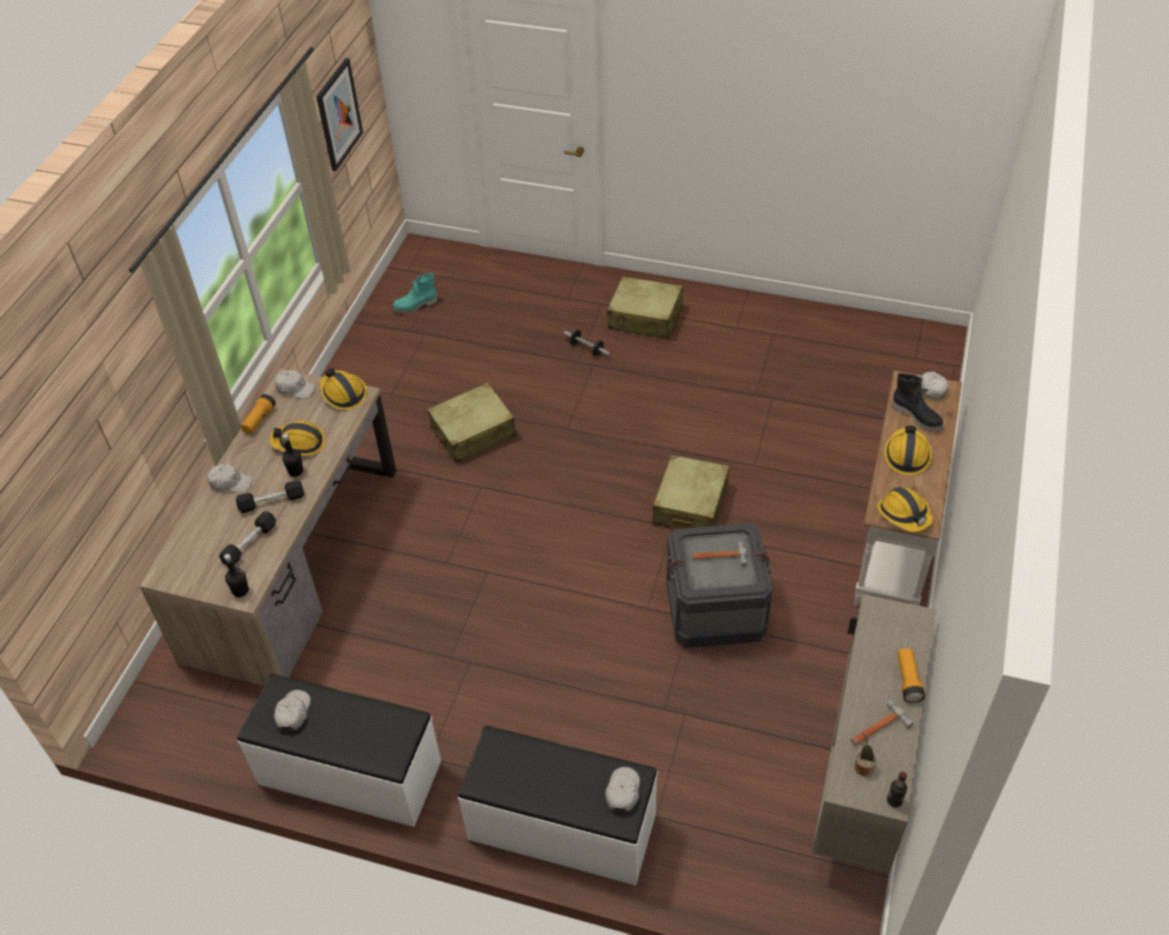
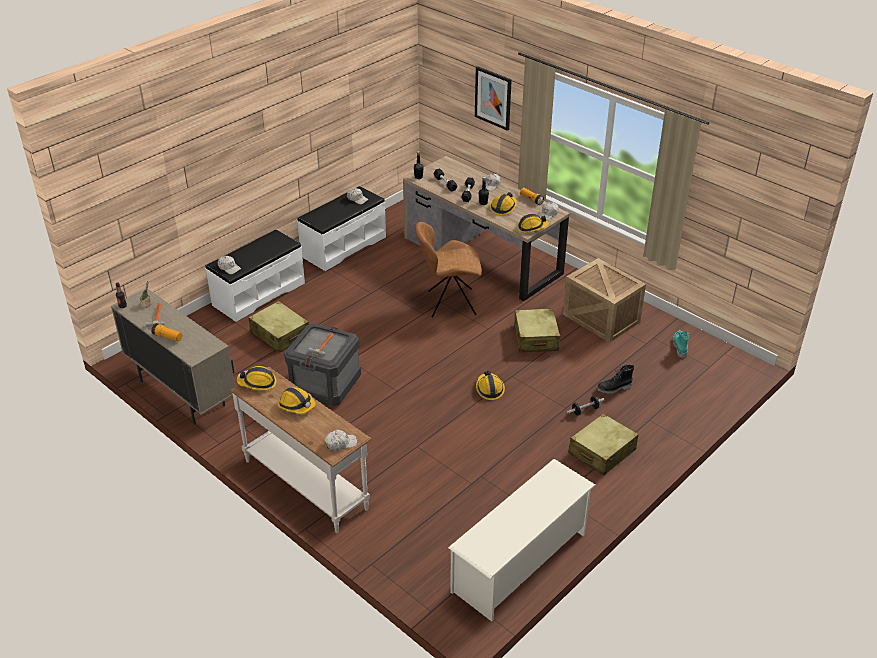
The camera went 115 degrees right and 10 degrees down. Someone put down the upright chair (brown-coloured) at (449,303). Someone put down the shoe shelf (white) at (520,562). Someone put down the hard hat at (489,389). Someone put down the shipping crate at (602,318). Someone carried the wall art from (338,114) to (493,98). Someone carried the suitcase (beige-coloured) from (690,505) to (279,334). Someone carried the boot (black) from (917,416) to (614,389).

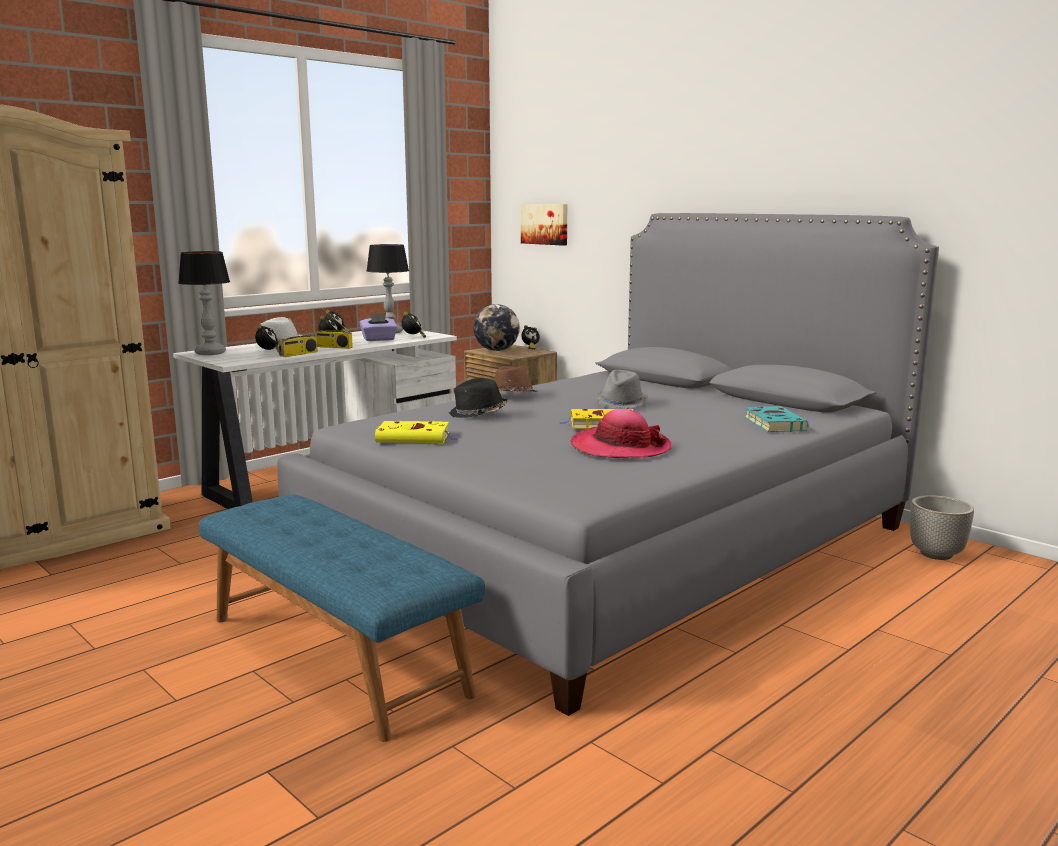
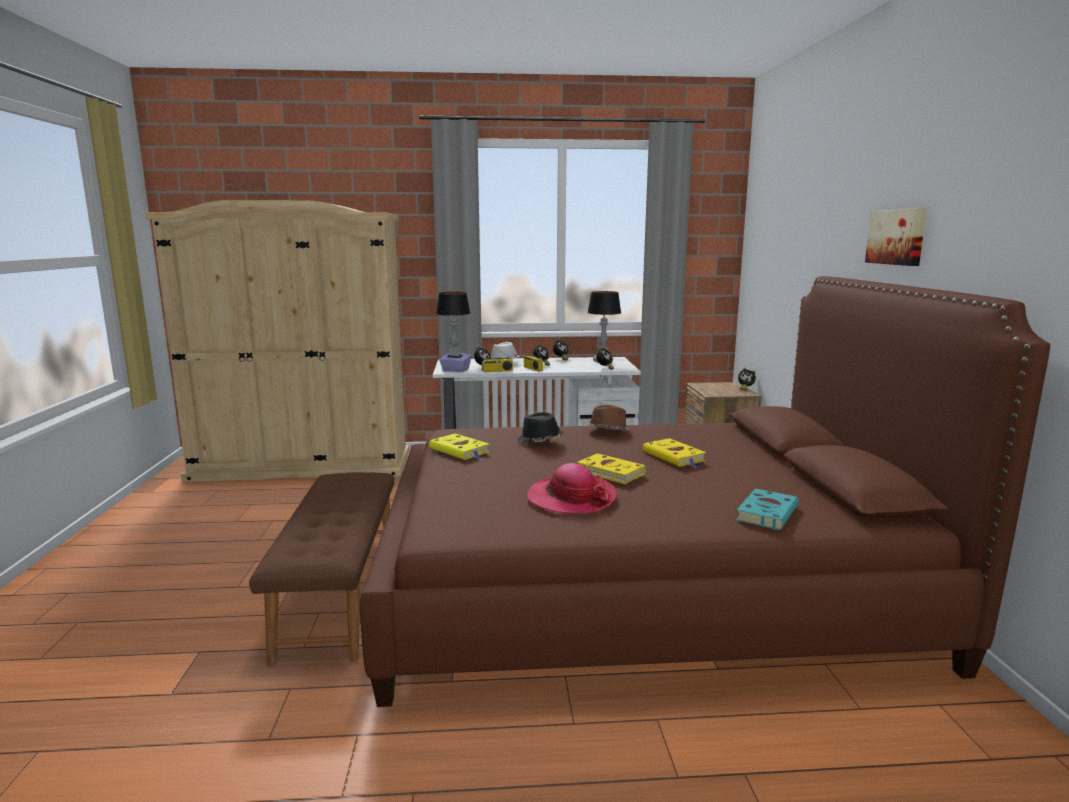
The camera went 40 degrees right and 0 degrees up. Someone took away the desk globe at (496,350). Someone took away the plant pot at (937,554). Someone carried the box of tissues (purple-coloured) from (379,339) to (455,370). Someone carried the wall art from (545,224) to (897,237). Someone swapped the clothing hat (gray) at (621,403) for the volume (yellow) at (675,457). Someone repainted the bench (blue-coloured) at (337,654), which became the bench (brown-coloured) at (341,593). Someone repainted the bedroom bed (gray) at (612,543), which became the bedroom bed (brown-coloured) at (640,582).

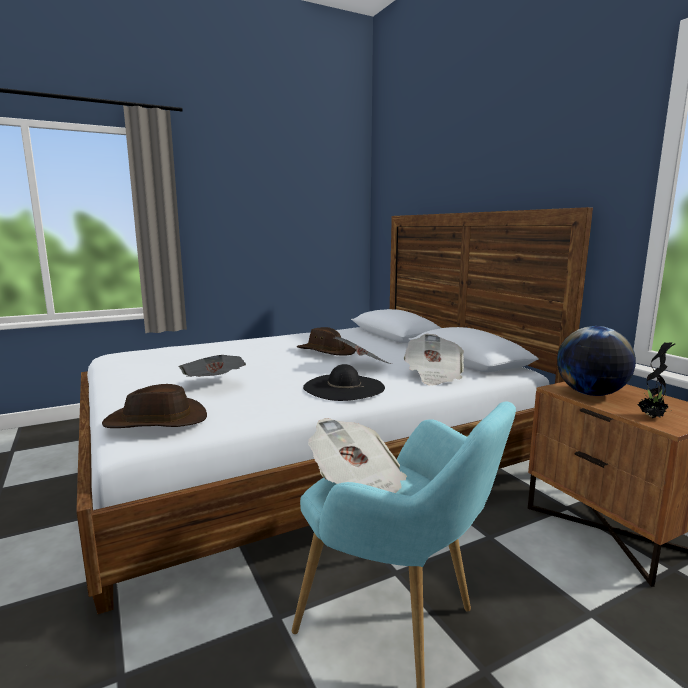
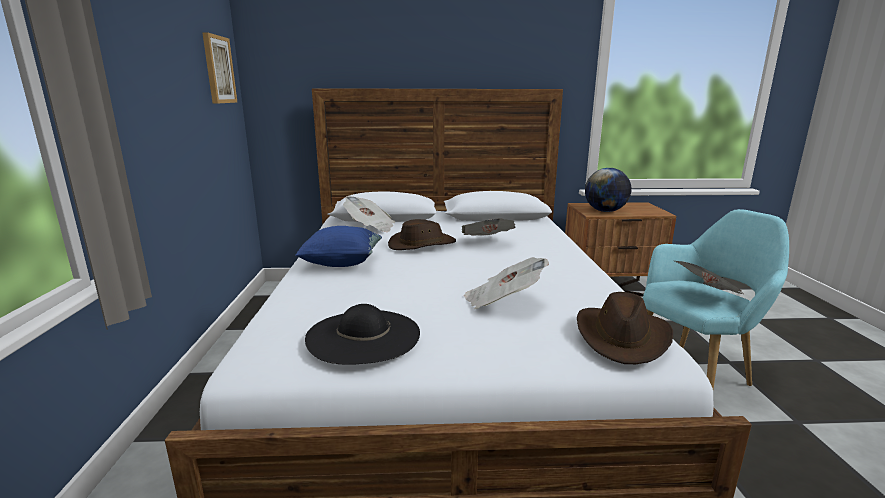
The camera went 65 degrees left and 5 degrees up. Someone took away the plant in a pot at (652,417). Someone put up the wall art at (218,69). Someone put down the throw pillow (blue-coloured) at (342,263). Someone carried the clothing hat (black) from (343,387) to (363,335). Someone carried the daily paper from (433,376) to (370,227).

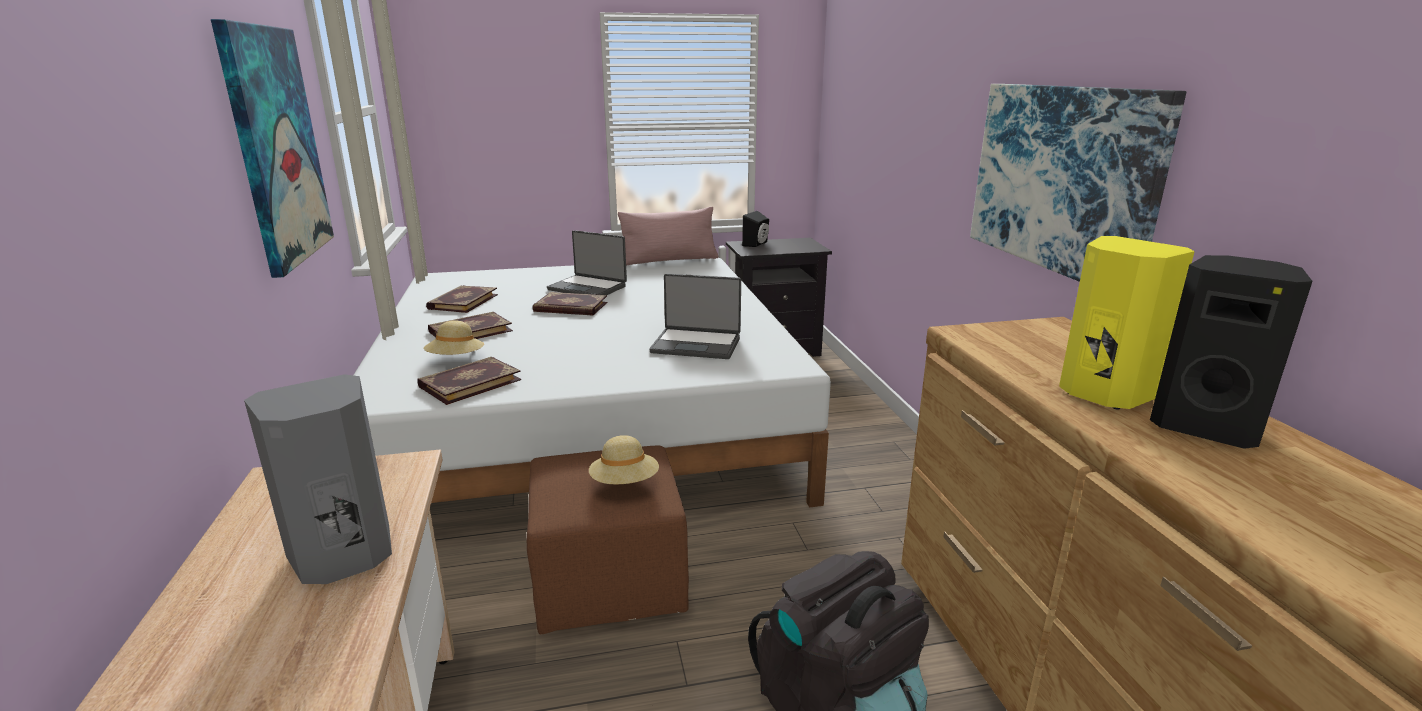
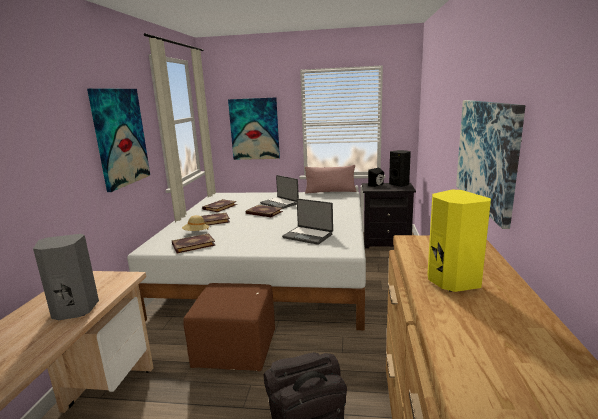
The camera went 20 degrees right and 5 degrees down. Someone took away the clothing hat (beige-coloured) at (625,483). Someone put up the wall art at (254,129). Someone carried the audio speaker (black) from (1204,427) to (399,185).

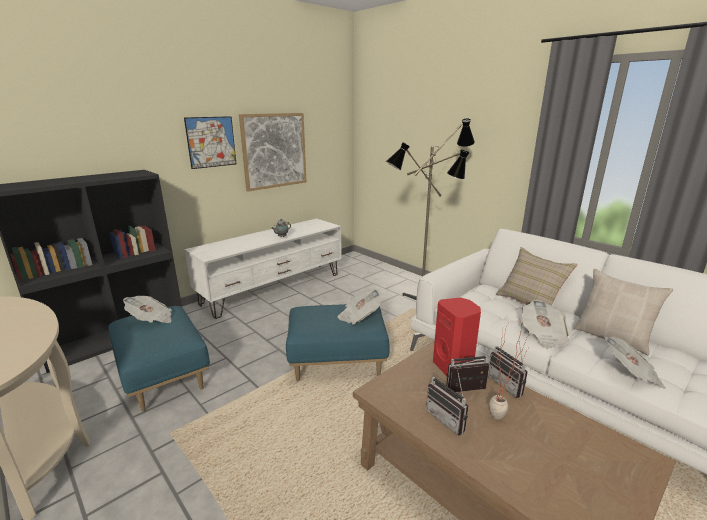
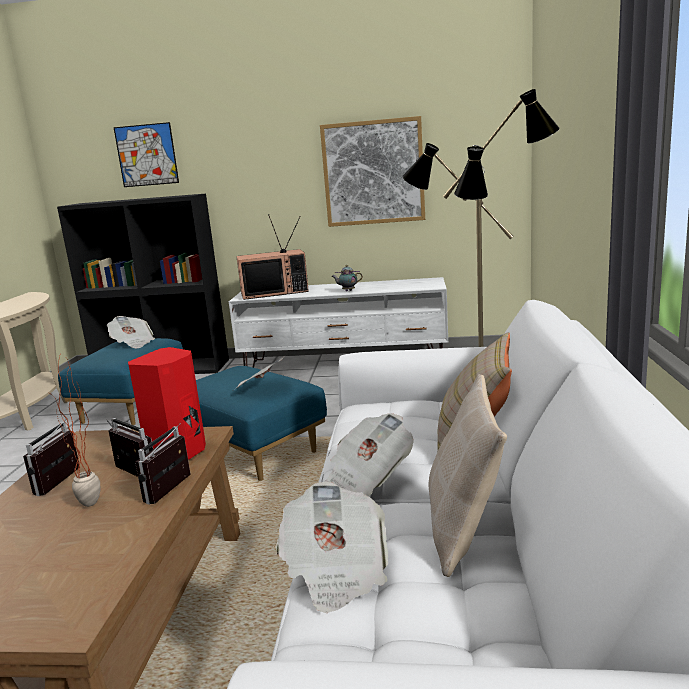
The camera went 50 degrees right and 5 degrees down. Someone put down the television at (275,292). Someone carried the wall art from (211,142) to (146,155).

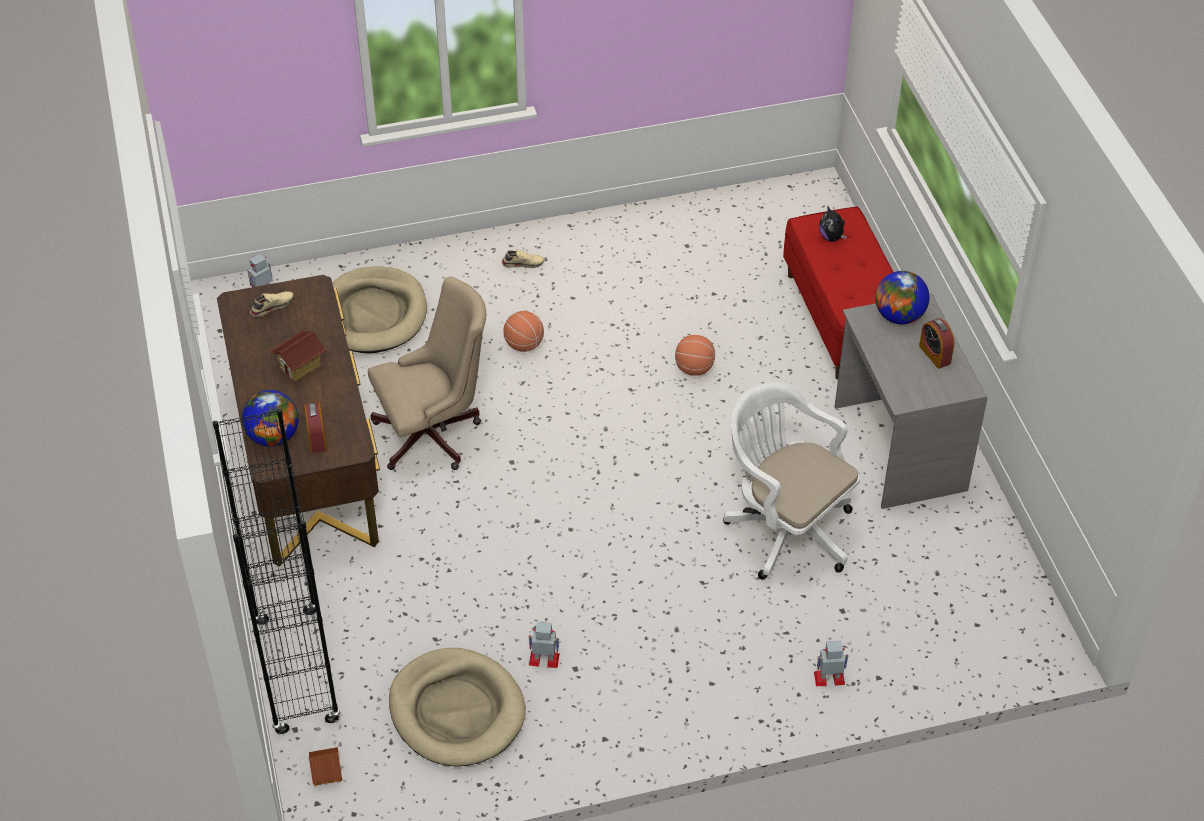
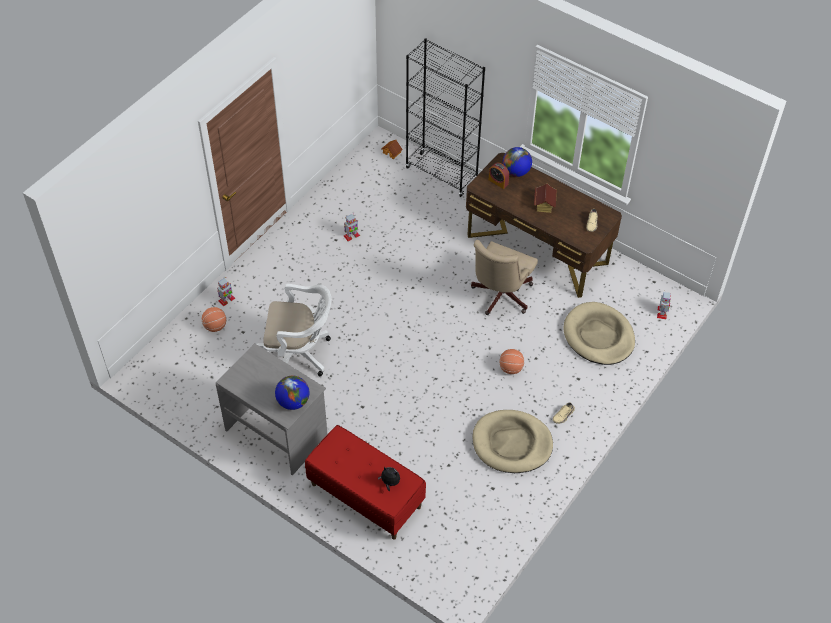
The camera went 140 degrees right and 5 degrees up. Someone took away the alarm clock at (934,354). Someone carried the dog bed (beige-coloured) from (457,711) to (512,443). Someone carried the ball for basketball from (694,368) to (215,326).

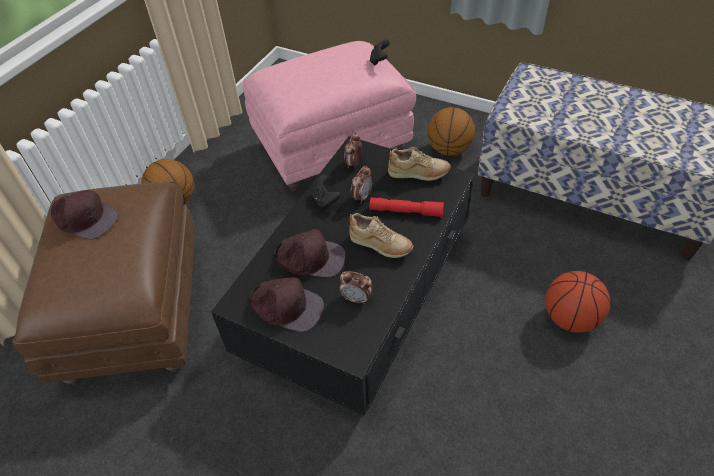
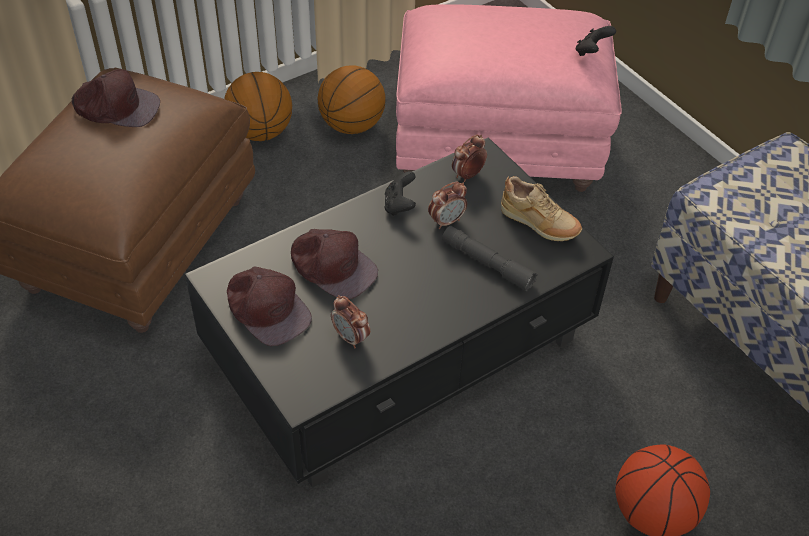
The camera went 25 degrees right and 0 degrees up. Someone took away the shoe (beige-coloured) at (380,246). Someone carried the ball for basketball from (449,149) to (352,125). Someone repainted the flashlight (red) at (406,211), which became the flashlight (gray) at (487,264). Someone rotated the peaked cap (brown-coloured) at (85,218) by 45 degrees counterclockwise.

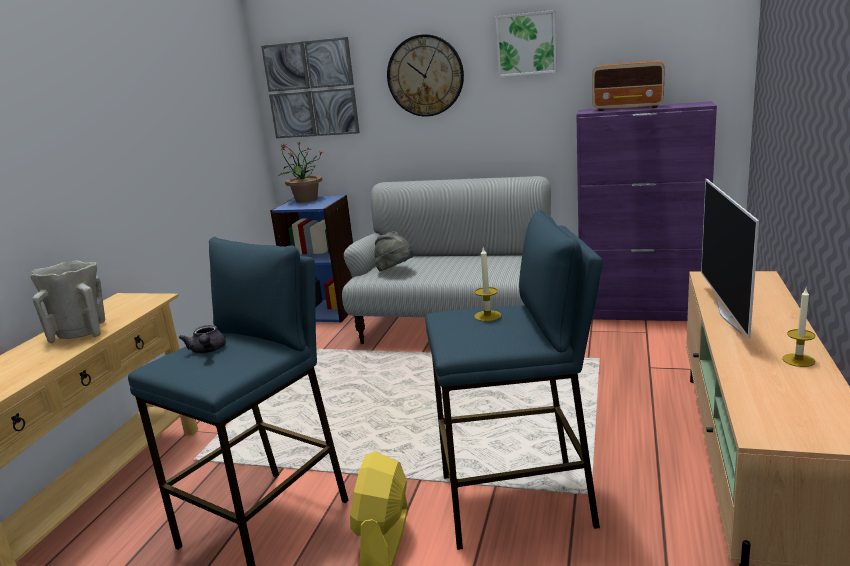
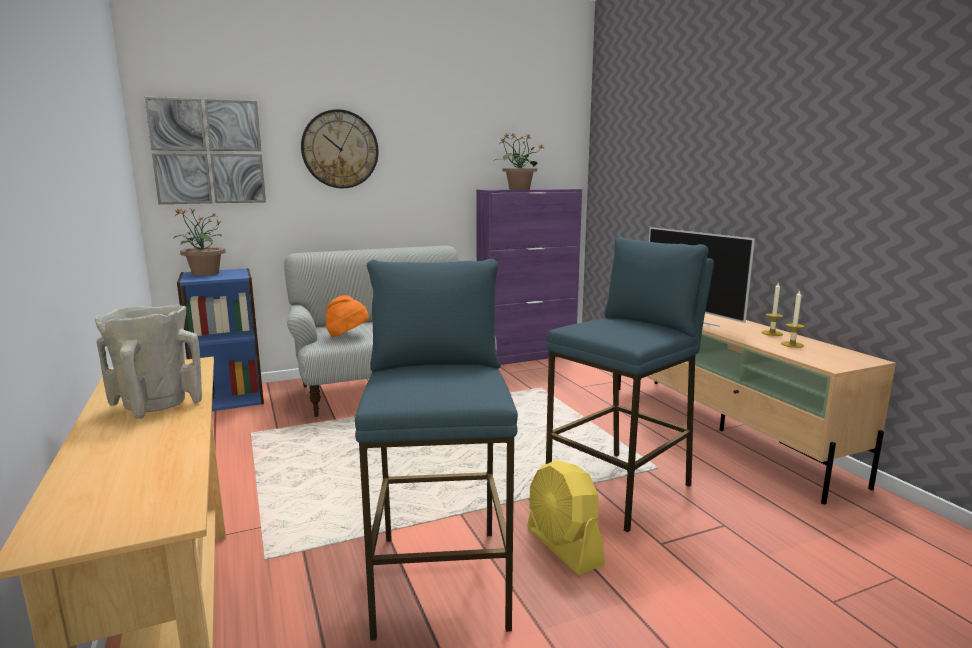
The camera went 40 degrees left and 5 degrees down. Someone took away the teapot (gray) at (207,351). Someone took away the wall art at (526,44). Someone carried the candle from (487,316) to (792,344). Someone swapped the radio at (628,108) for the plant in a pot at (518,189). Someone repainted the clothing hat (gray) at (395,271), which became the clothing hat (orange) at (347,336).

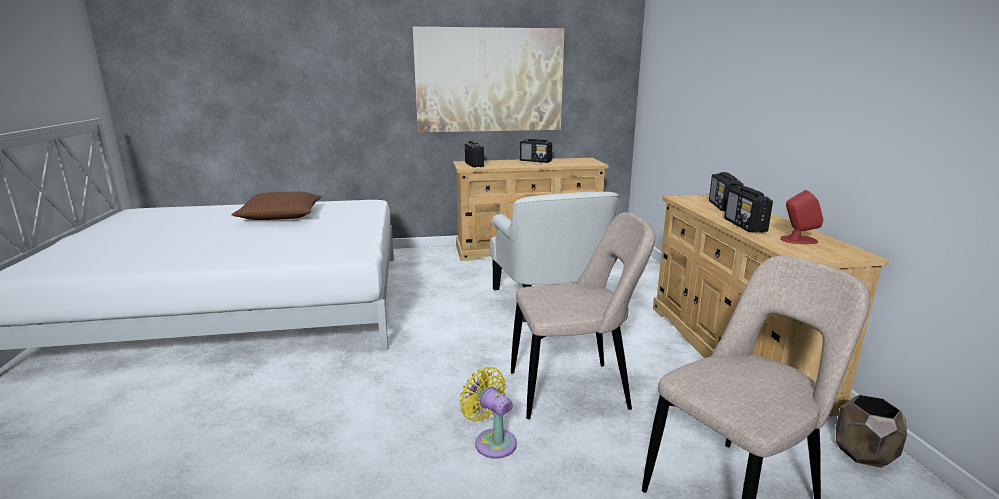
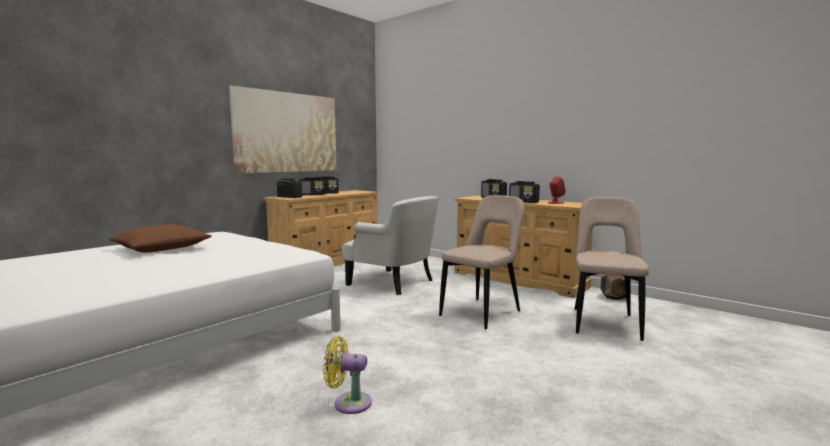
The camera went 40 degrees left and 10 degrees down. Someone put down the radio at (312,194). Someone carried the electric fan (yellow) from (492,441) to (348,403).

